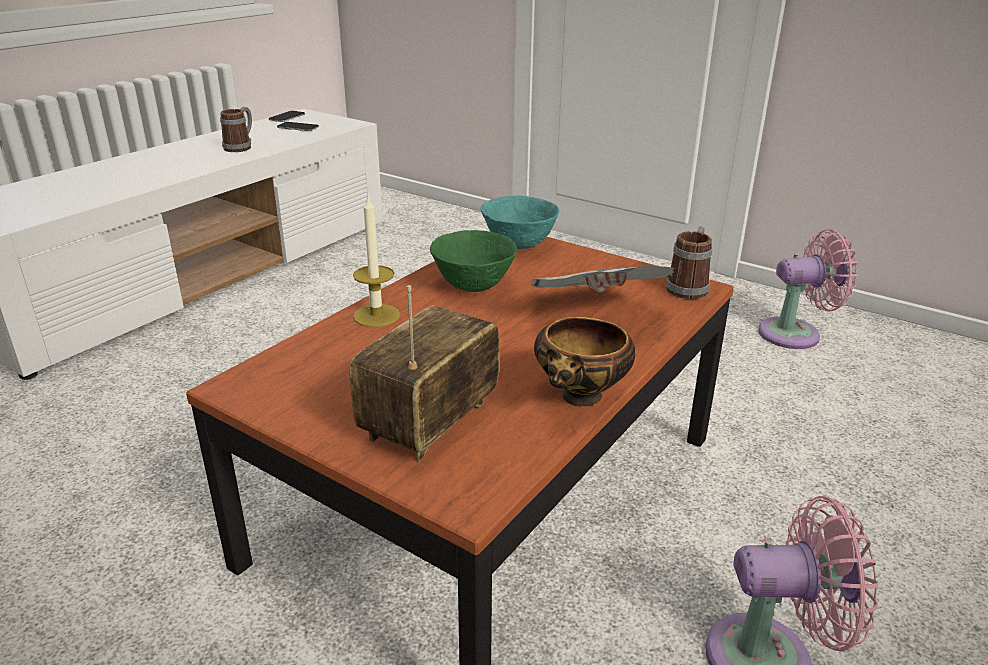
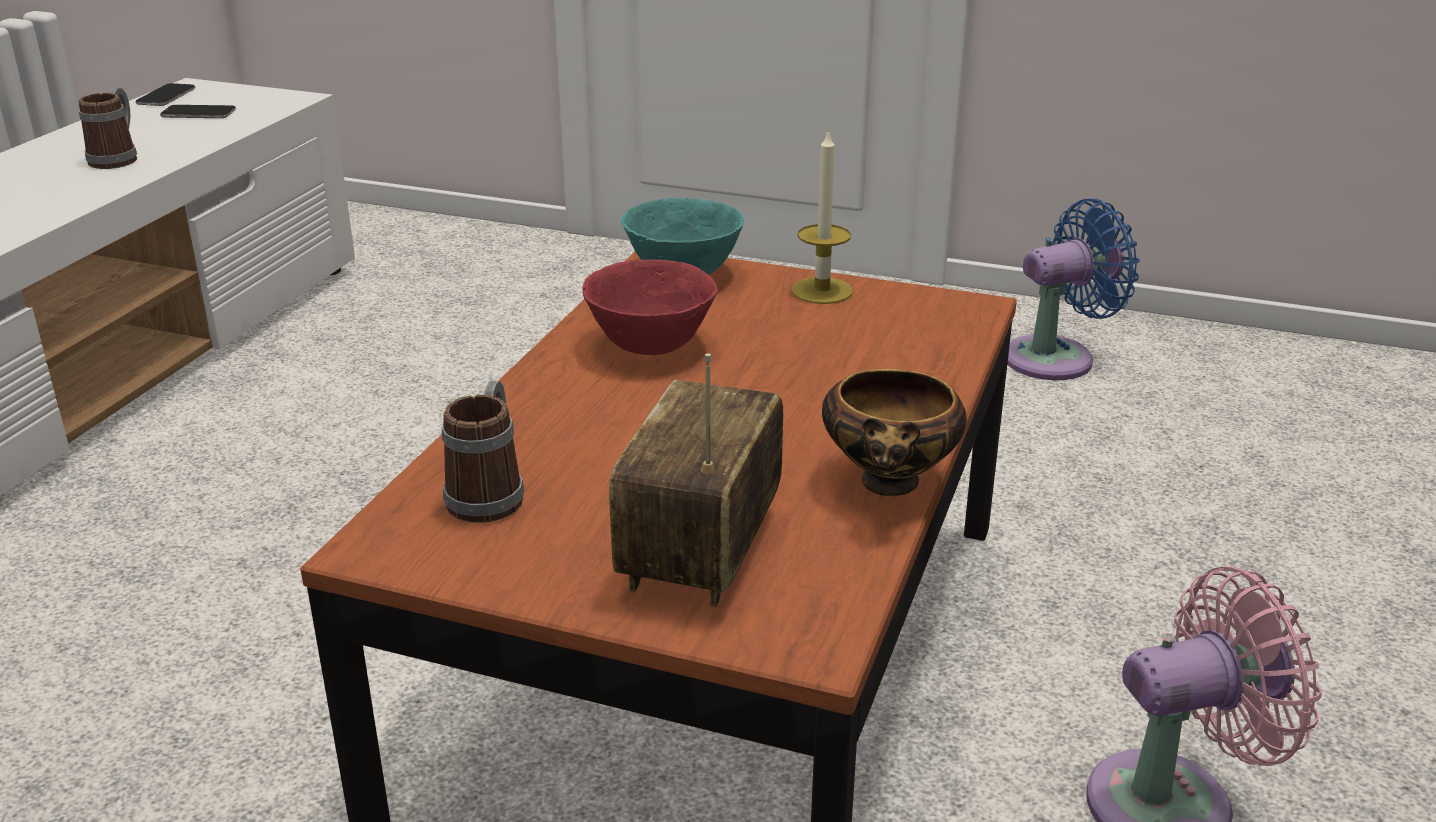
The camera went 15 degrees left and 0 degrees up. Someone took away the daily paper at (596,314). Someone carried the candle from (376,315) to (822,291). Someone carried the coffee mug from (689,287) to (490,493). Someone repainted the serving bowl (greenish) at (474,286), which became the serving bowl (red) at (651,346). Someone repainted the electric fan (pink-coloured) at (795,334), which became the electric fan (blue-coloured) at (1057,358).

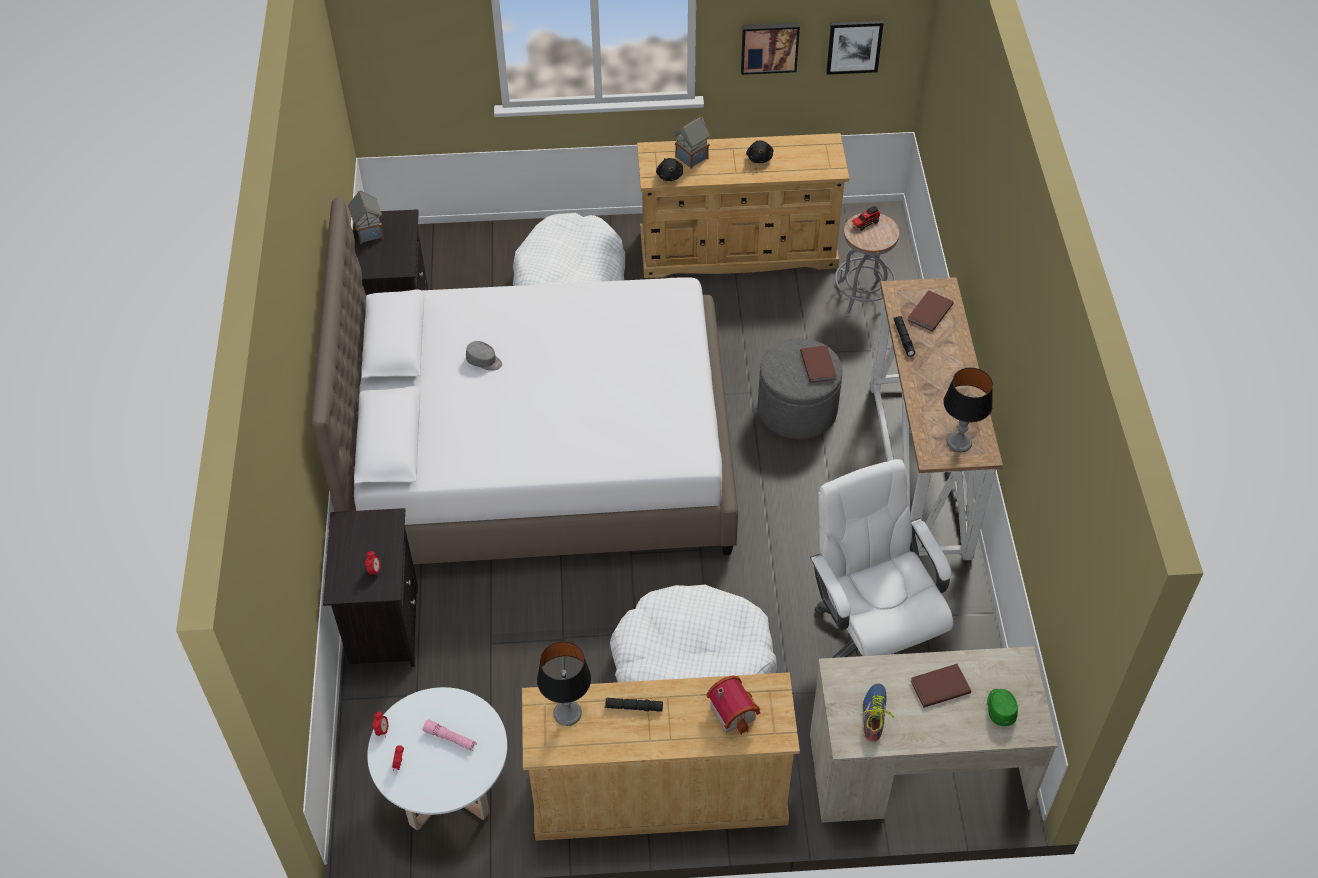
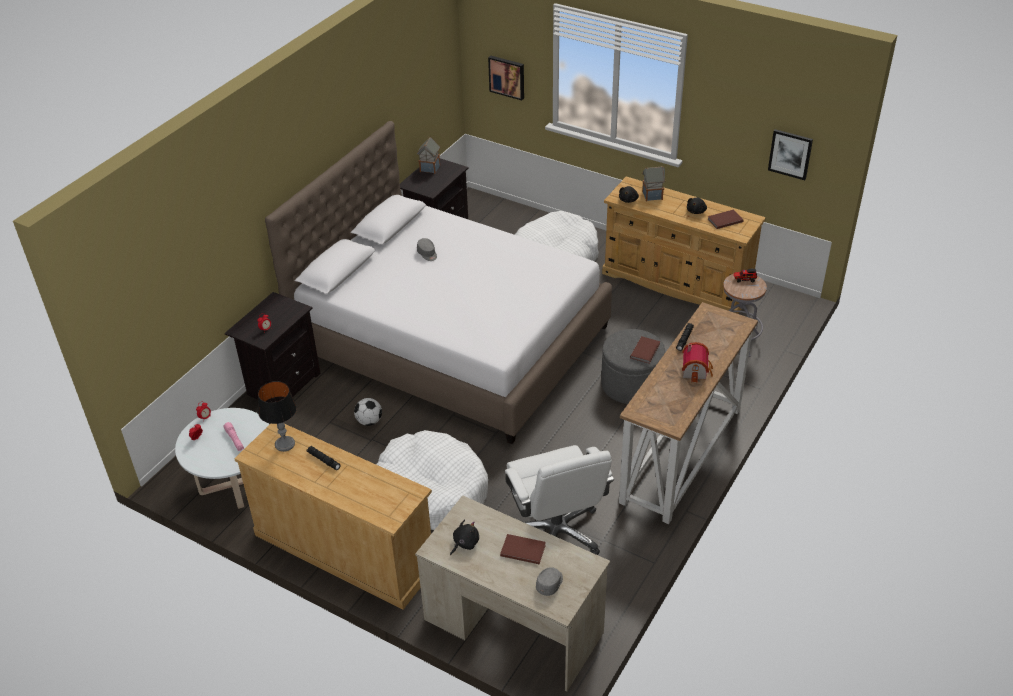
The camera went 35 degrees right and 10 degrees down. Someone took away the table lamp at (959,443). Someone put down the football at (369,421). Someone carried the miniature house from (734,711) to (696,370). Someone carried the wall art from (769,46) to (507,77). Someone carried the volume (brown-coloured) from (929,312) to (724,220). Someone swapped the shoe at (874,715) for the plush toy (black) at (464,543). Someone repainted the peaked cap (greenish) at (1000,708), which became the peaked cap (gray) at (550,584). Someone rotated the computer chair (white) at (871,636) by 150 degrees clockwise.

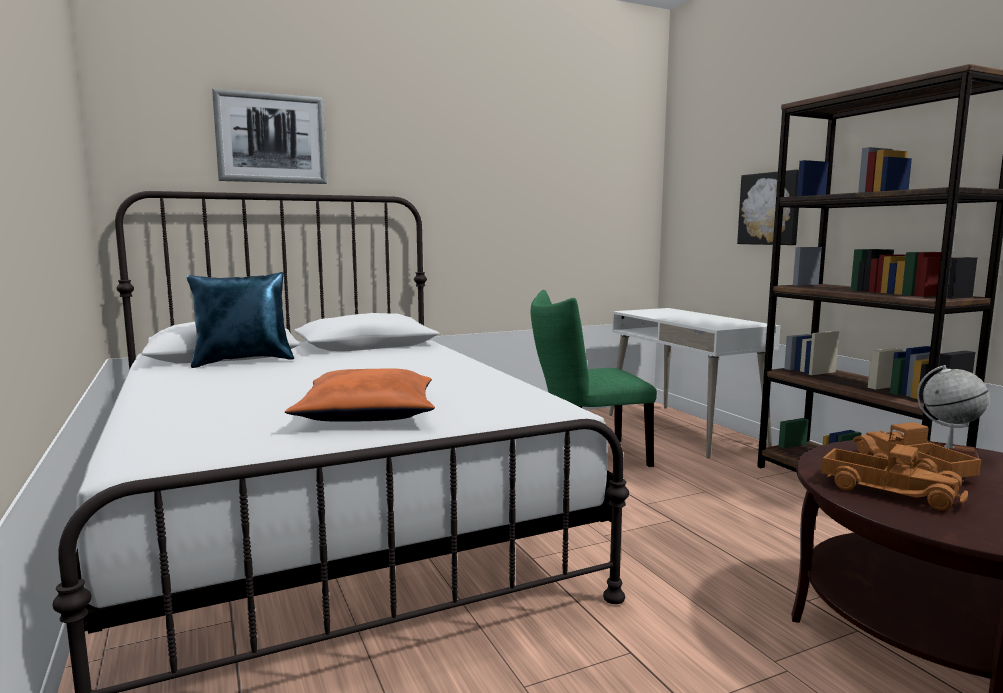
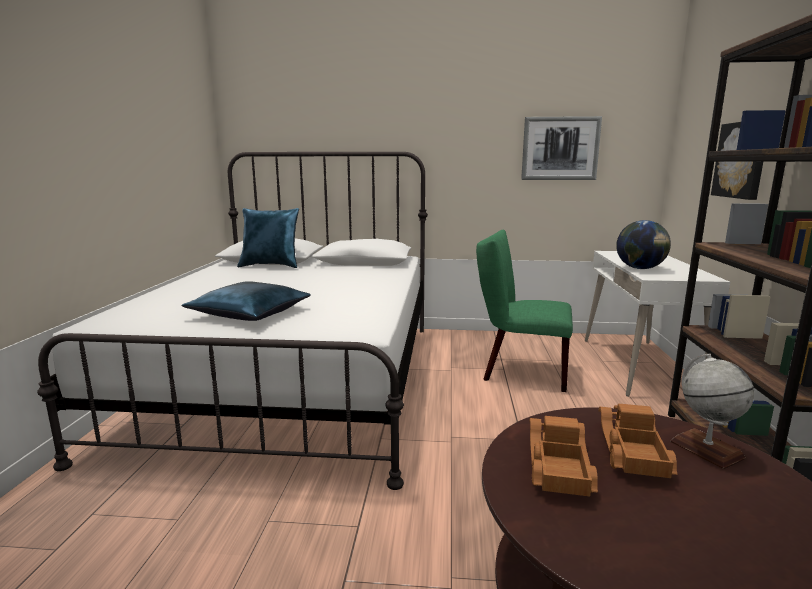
The camera went 30 degrees right and 5 degrees up. Someone put down the desk globe at (640,268). Someone carried the wall art from (271,138) to (560,148). Someone repainted the throw pillow (orange) at (369,414), which became the throw pillow (blue-coloured) at (251,313). Someone rotated the toy truck at (889,490) by 150 degrees counterclockwise.

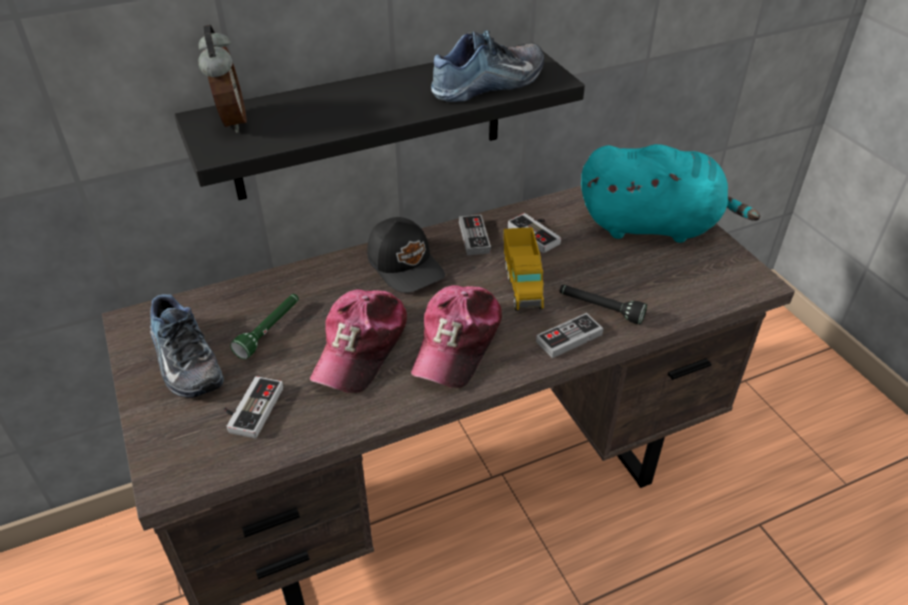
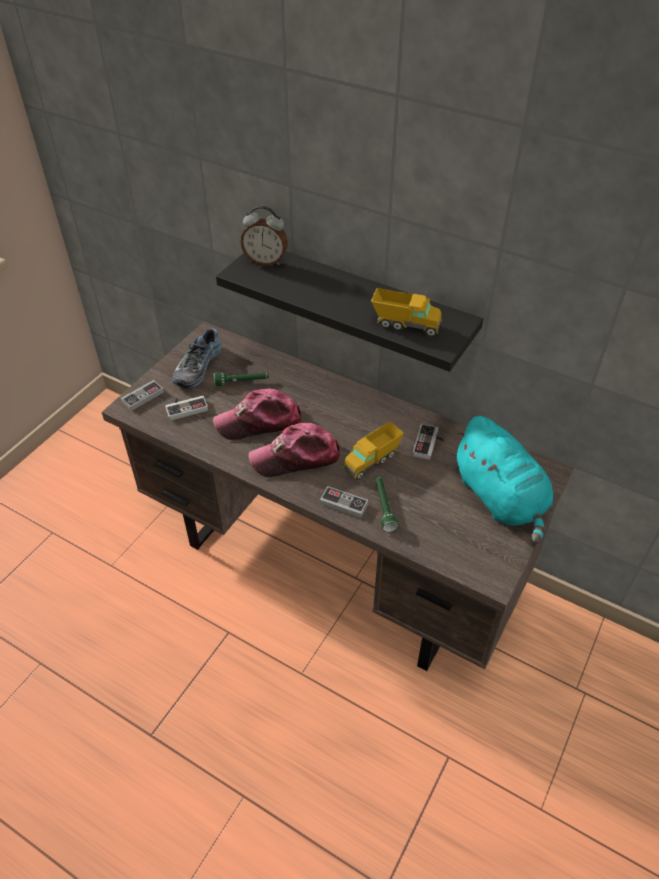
The camera went 55 degrees right and 5 degrees up. Someone took away the peaked cap (black) at (406,265). Someone carried the gamepad from (474,237) to (143,397). Someone swapped the shoe at (490,84) for the toy truck at (405,325). Someone repainted the flashlight (black) at (600,309), which became the flashlight (greenish) at (383,507). Someone rotated the alarm clock at (230,122) by 60 degrees clockwise.

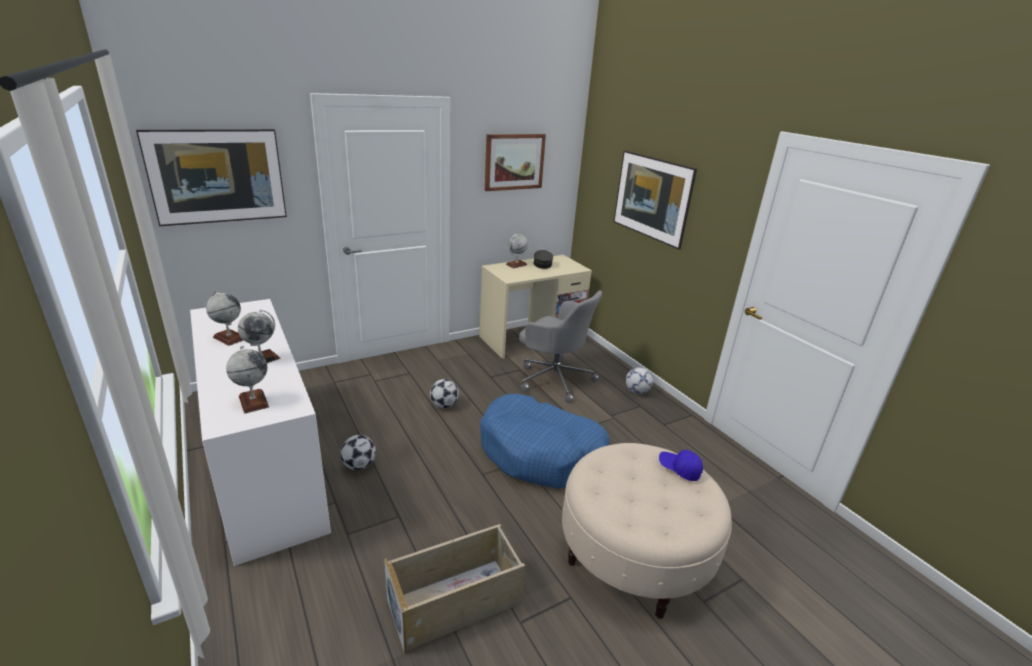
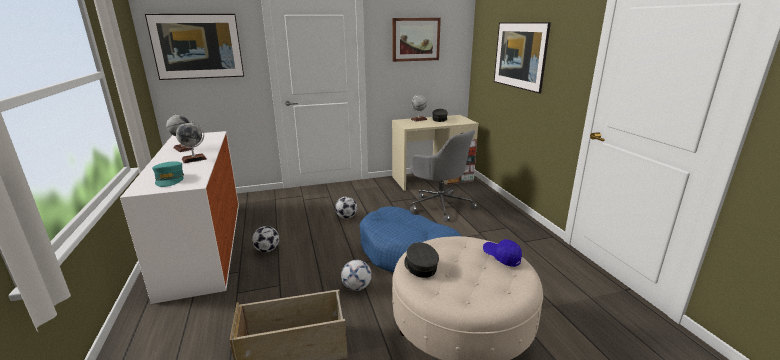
The camera went 15 degrees right and 5 degrees down. Someone put down the peaked cap (gray) at (420,266). Someone carried the football from (637,391) to (356,287). Someone swapped the desk globe at (253,401) for the peaked cap (turquoise) at (170,179).

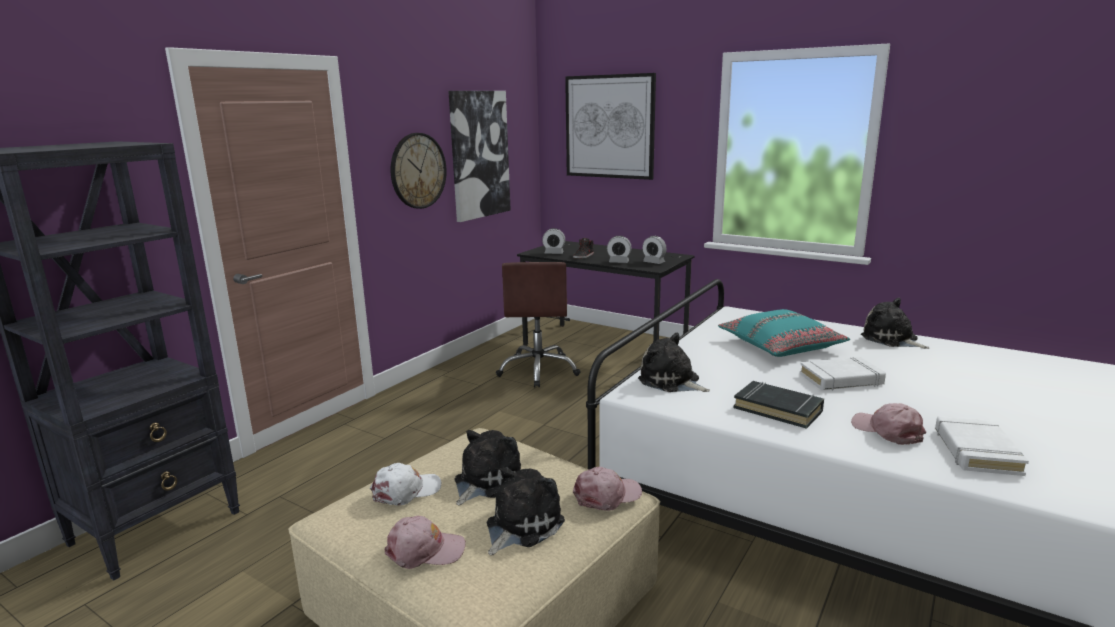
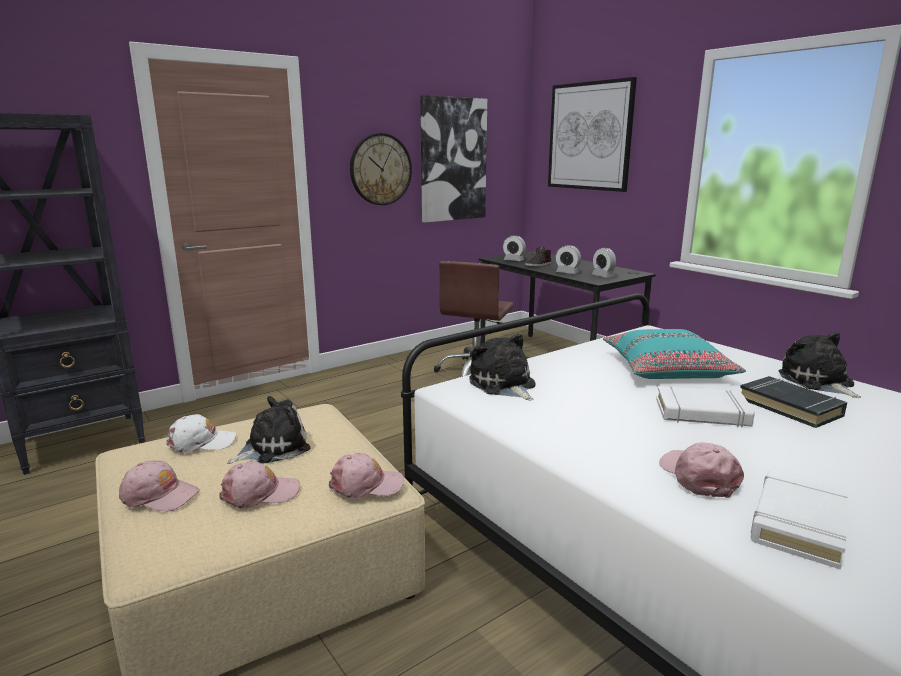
The camera went 20 degrees right and 0 degrees up. Someone carried the volume (black) from (778,409) to (790,407). Someone swapped the plush toy at (521,525) for the peaked cap (pink-coloured) at (260,493).

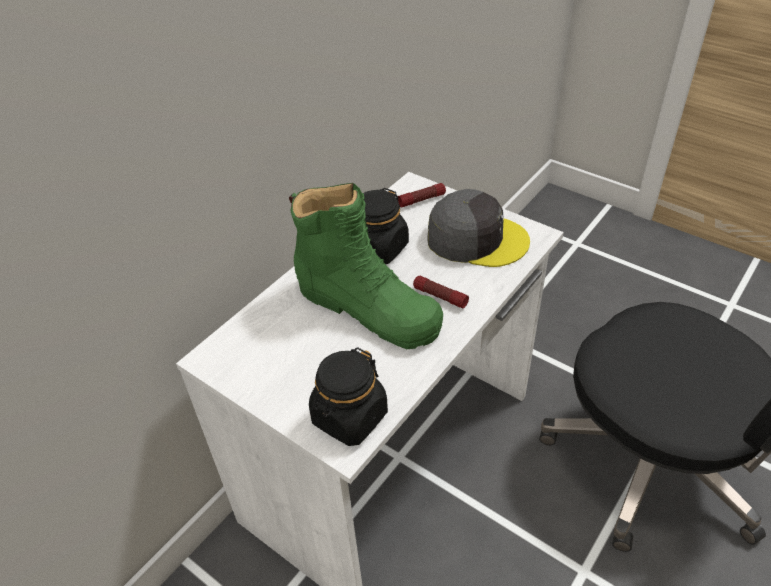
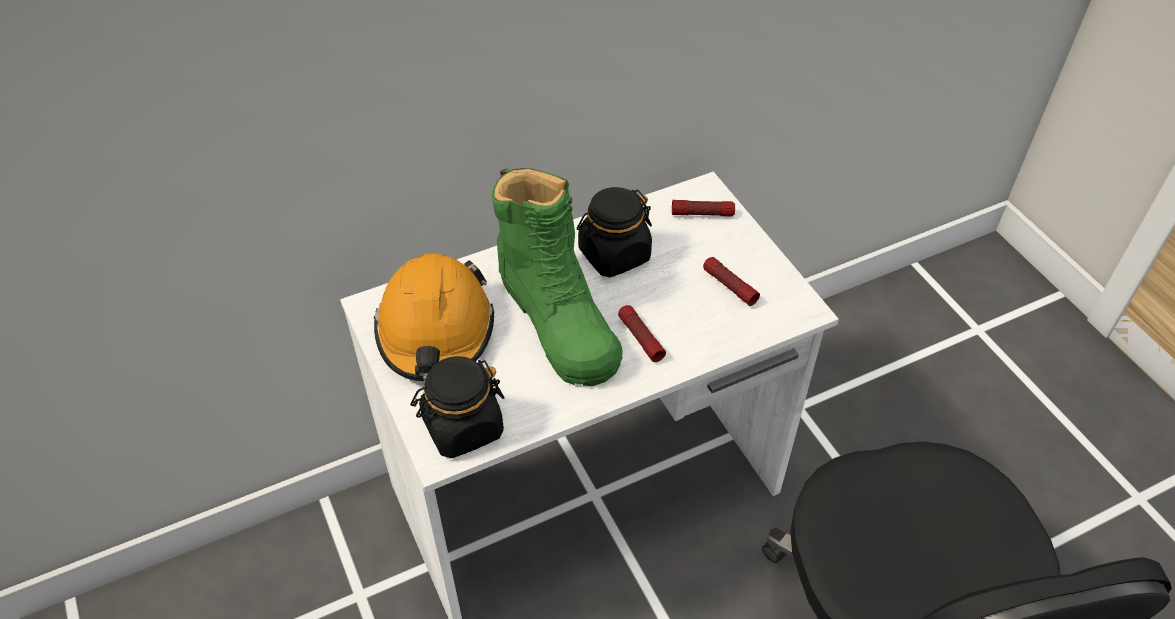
The camera went 25 degrees right and 5 degrees up. Someone put down the hard hat (orange) at (435,330). Someone swapped the peaked cap (gray) at (476,239) for the flashlight at (729,286).

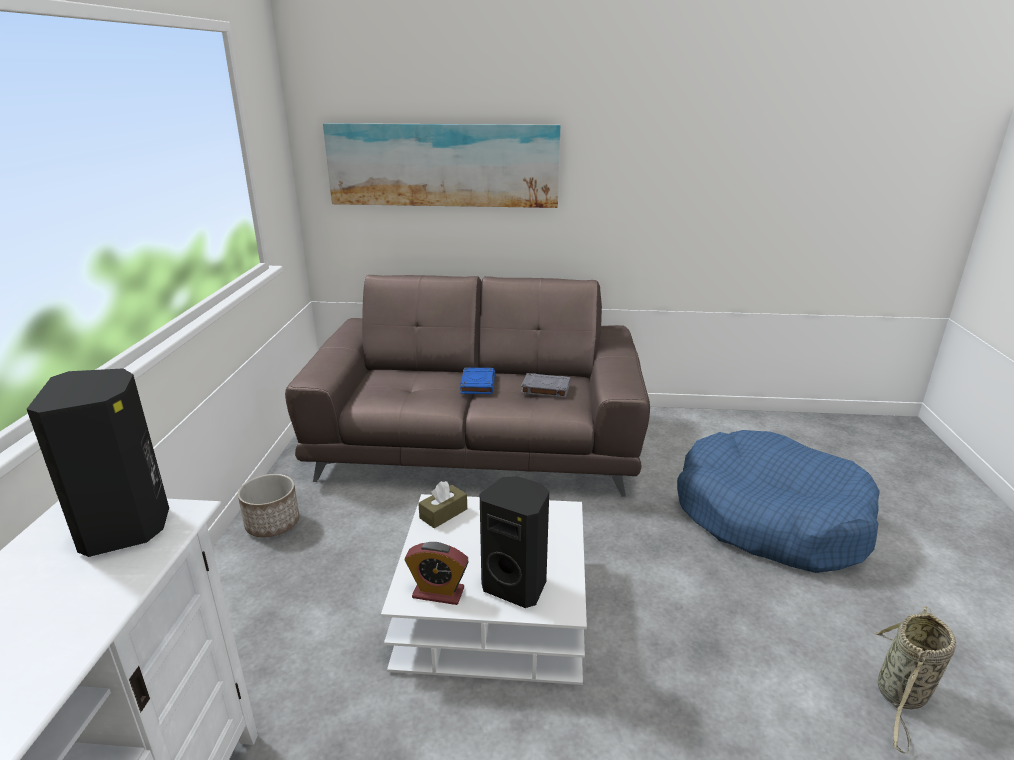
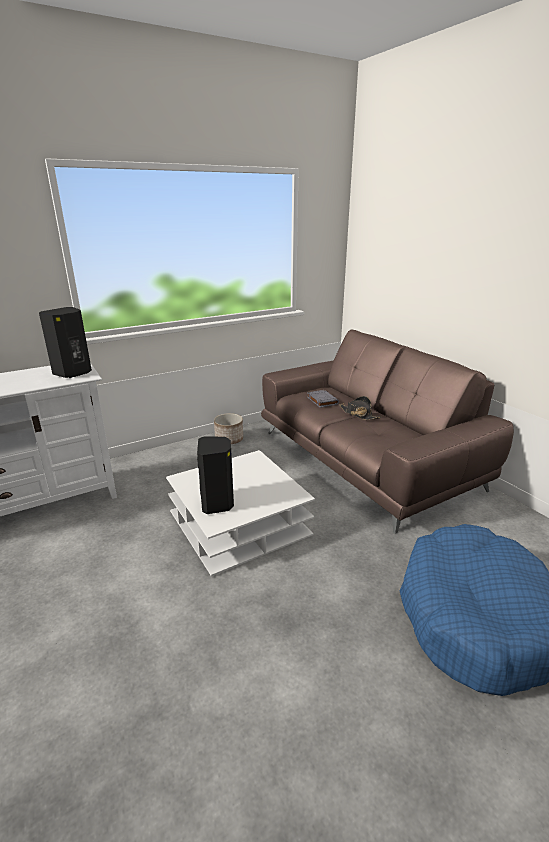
The camera went 55 degrees right and 0 degrees up. Someone took away the wall art at (442,165). Someone took away the alarm clock at (438,593). Someone took away the box of tissues (brown-coloured) at (443,513). Someone took away the basket at (901,696). Someone carried the volume (gray) from (545,388) to (322,400). Someone swapped the volume (blue-coloured) at (477,384) for the clothing hat (black) at (358,414).

